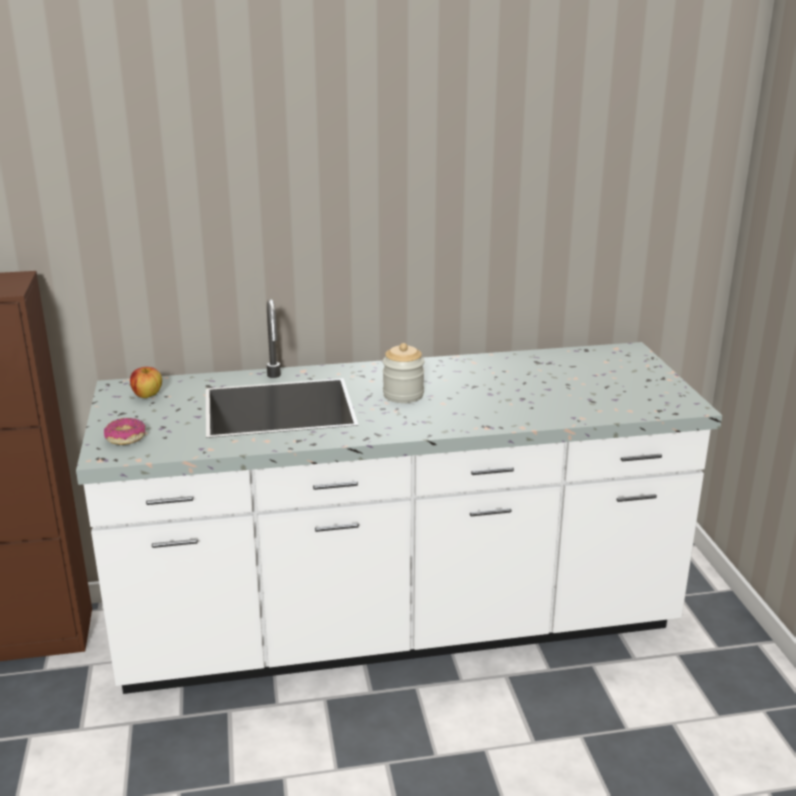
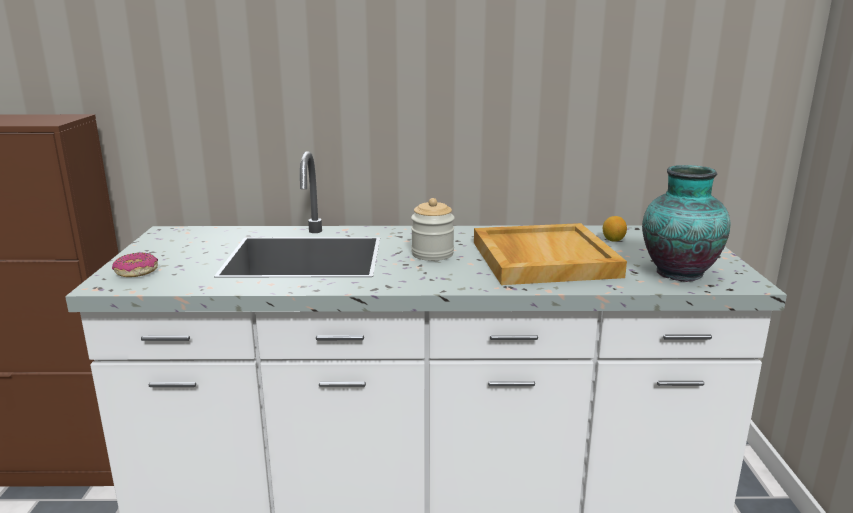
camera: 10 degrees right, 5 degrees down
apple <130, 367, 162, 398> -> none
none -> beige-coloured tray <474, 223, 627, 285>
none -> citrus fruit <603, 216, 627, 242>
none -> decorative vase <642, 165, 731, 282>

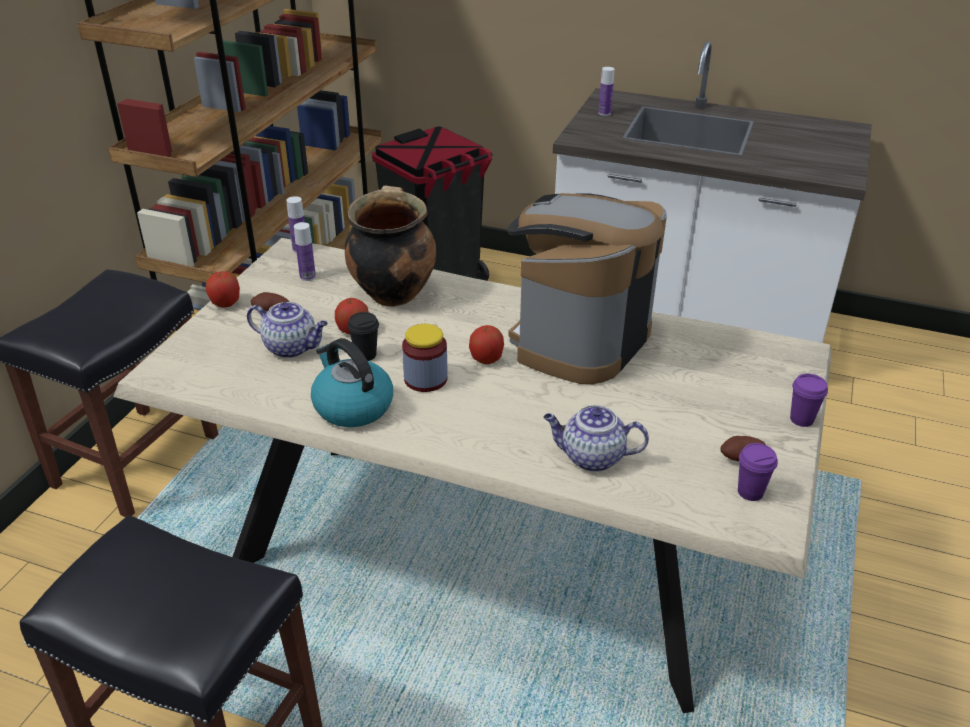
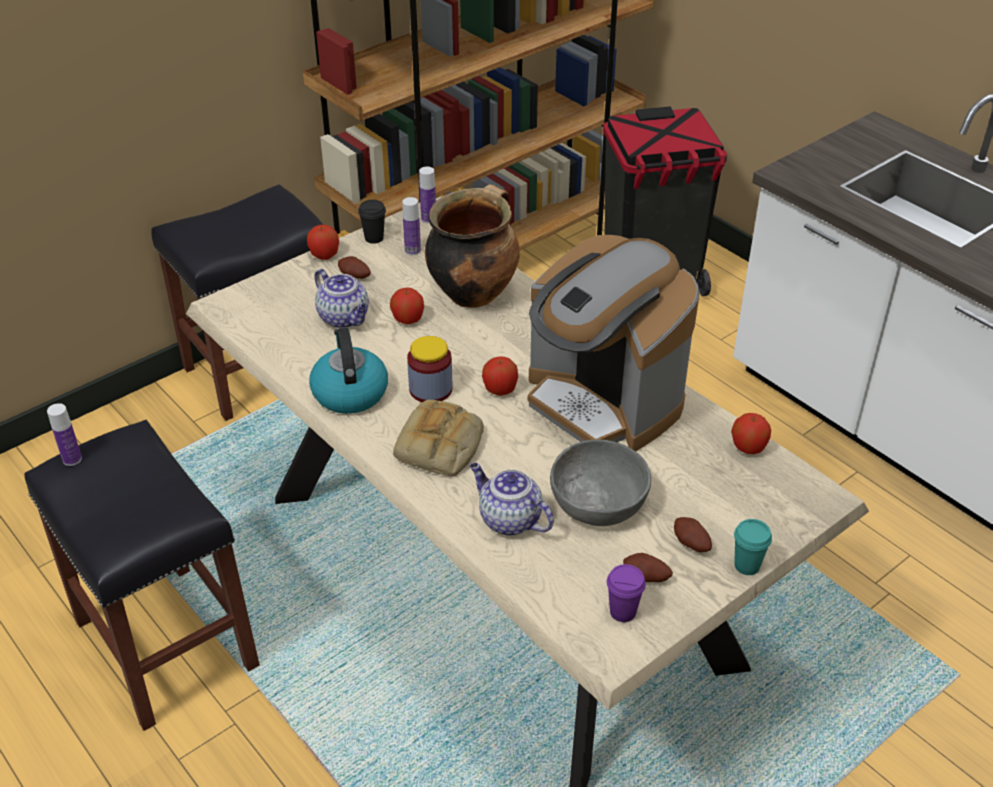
camera: 30 degrees right, 5 degrees up
blackish drinking cup <348, 312, 379, 361> -> blackish drinking cup <358, 200, 386, 244>, move
coffee maker <507, 193, 667, 384> -> coffee maker <528, 235, 700, 451>, 105 degrees counterclockwise
bottle <598, 67, 614, 116> -> bottle <47, 403, 82, 466>, move
purplish drinking cup <790, 374, 828, 427> -> blue-green drinking cup <734, 519, 772, 575>
none -> bread <393, 400, 484, 476>
none -> greyish deep dish <550, 439, 651, 526>
none -> potato <674, 517, 712, 552>
none -> apple <731, 413, 771, 454>

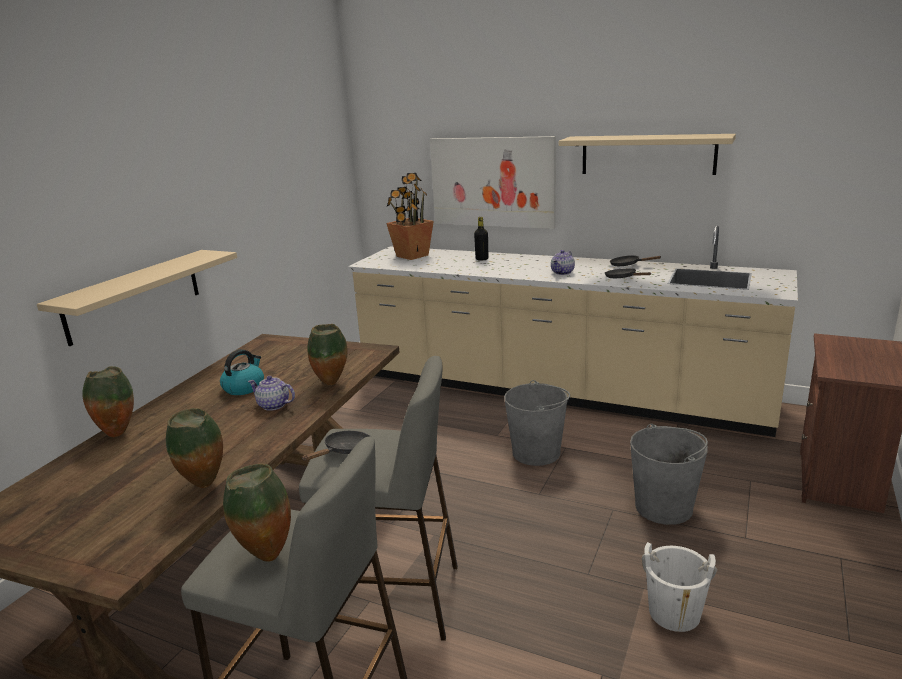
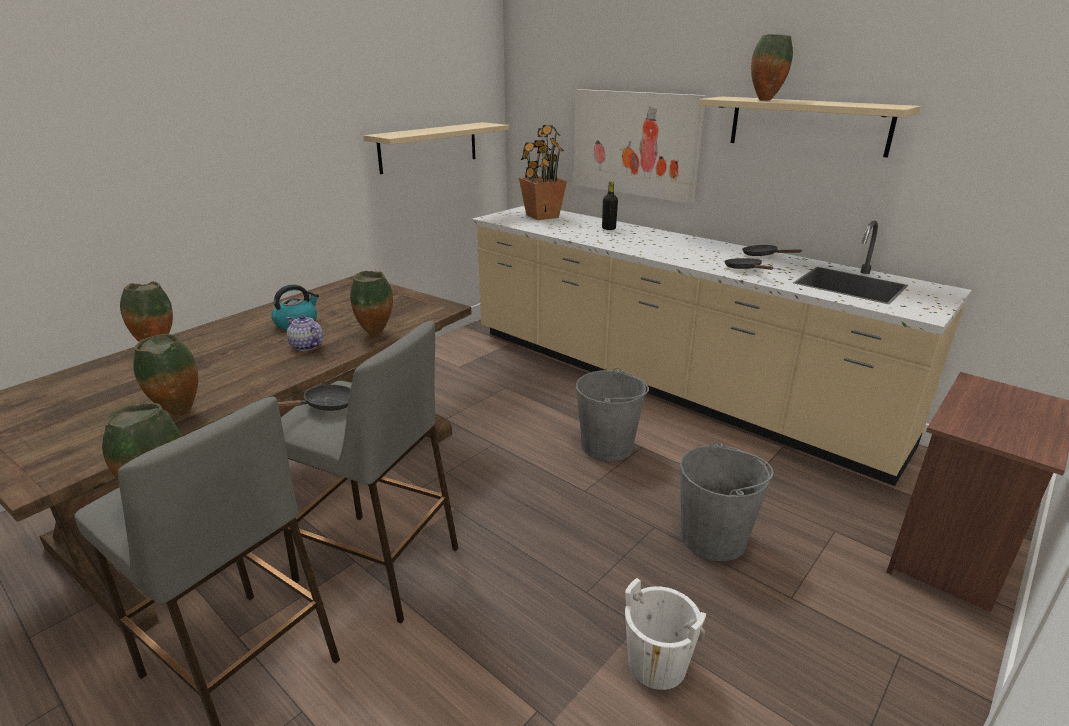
camera: 15 degrees right, 5 degrees up
beige-coloured bracket shelf <37, 250, 237, 346> -> beige-coloured bracket shelf <363, 122, 509, 174>, move
tea pot <551, 250, 575, 275> -> none
none -> decorative vase <751, 34, 793, 101>

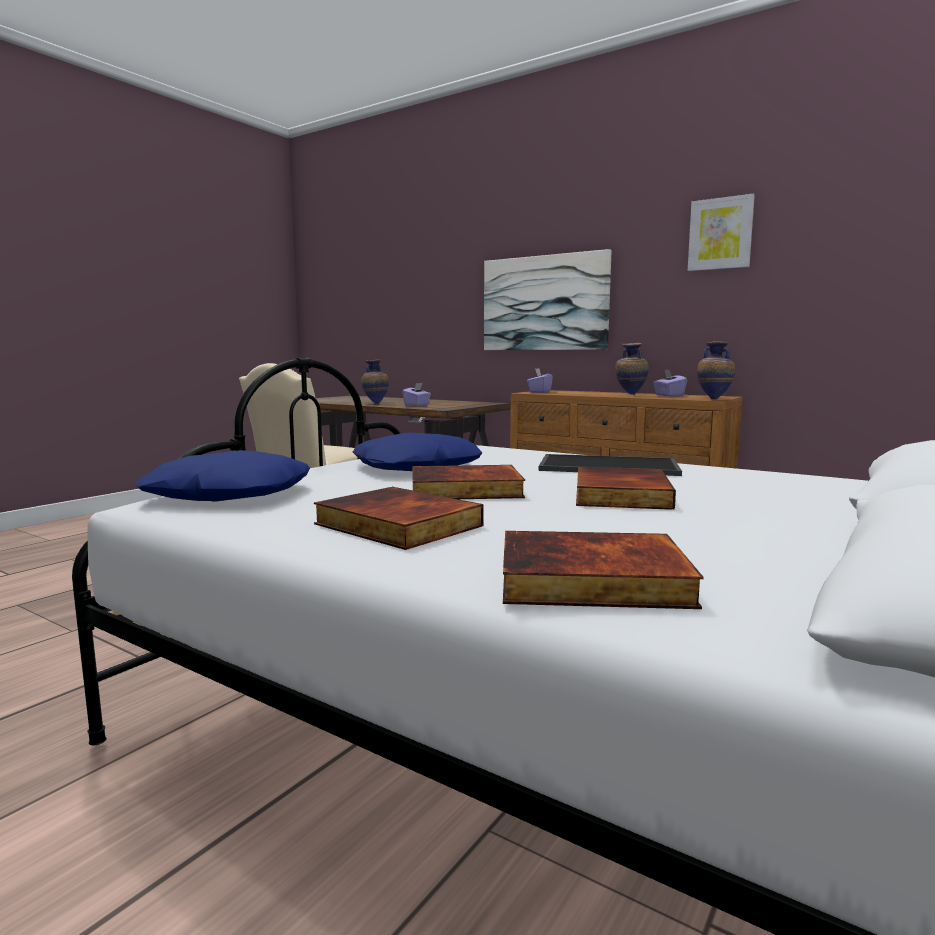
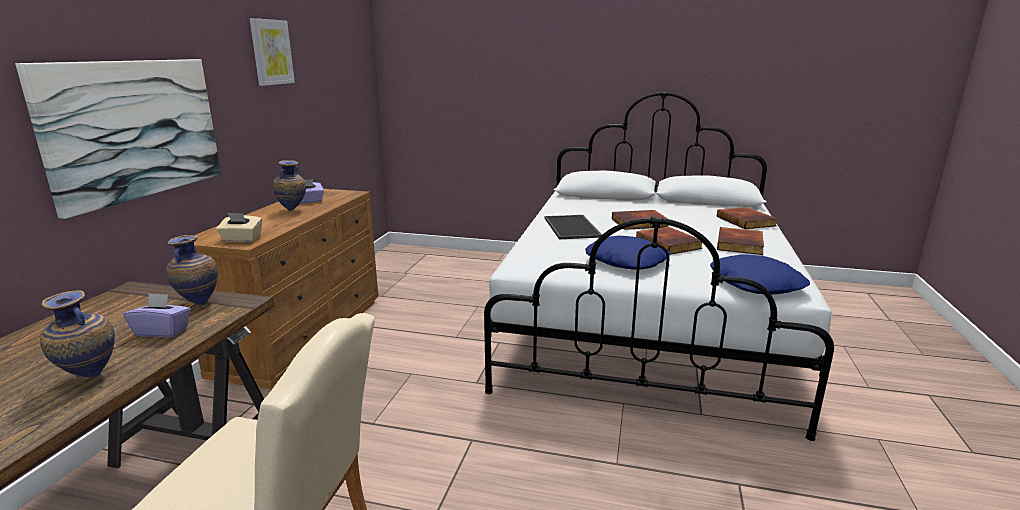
camera: 110 degrees left, 10 degrees up
purplish tissue holder <527, 368, 553, 393> -> beige-coloured tissue holder <216, 213, 262, 242>
decorative vase <697, 341, 735, 399> -> decorative vase <166, 235, 218, 306>, move

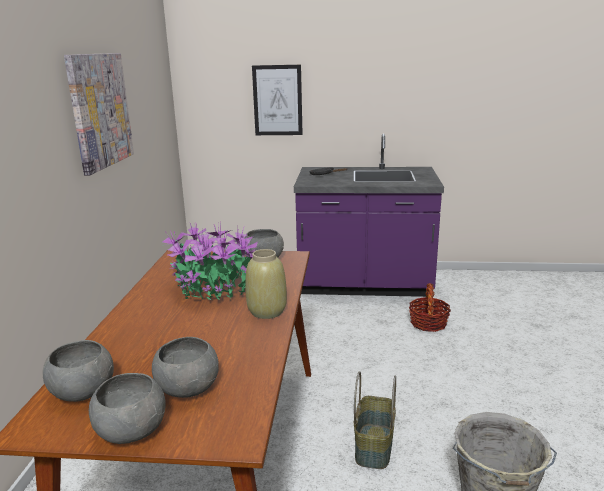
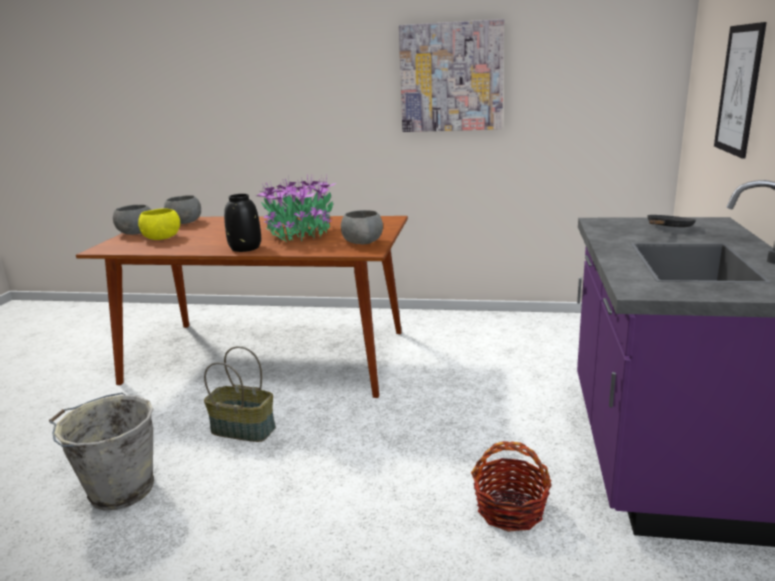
camera: 95 degrees right, 0 degrees up
greyish deep dish <152, 337, 219, 398> -> yellowish deep dish <138, 208, 180, 240>
beige-coloured decorative vase <245, 249, 287, 319> -> blackish decorative vase <224, 194, 261, 252>

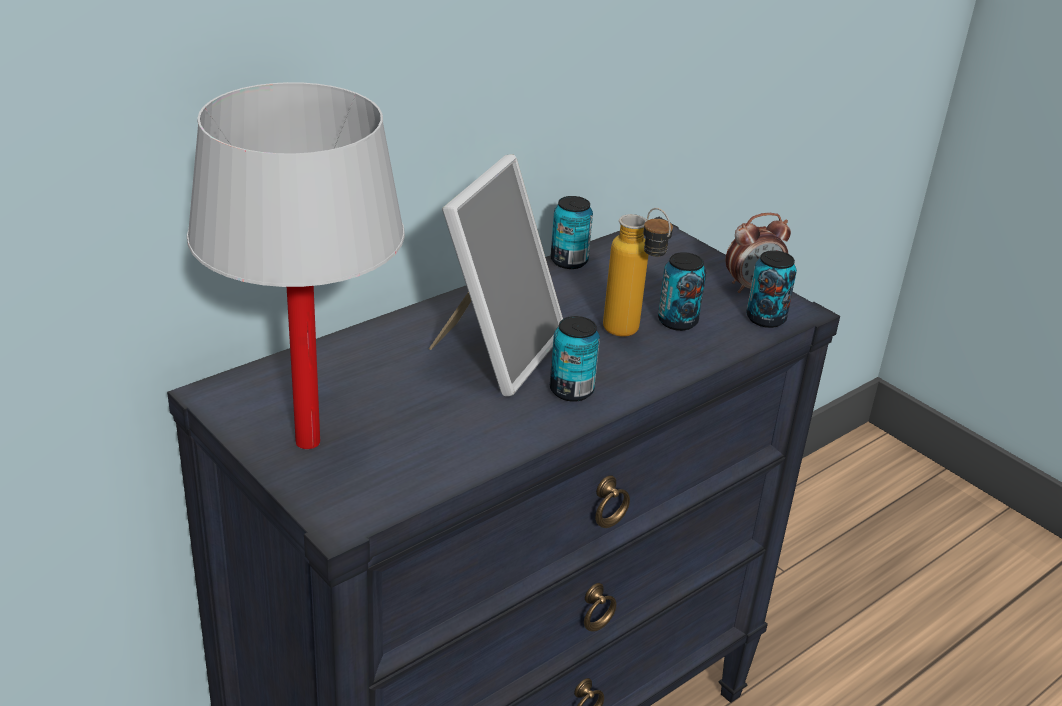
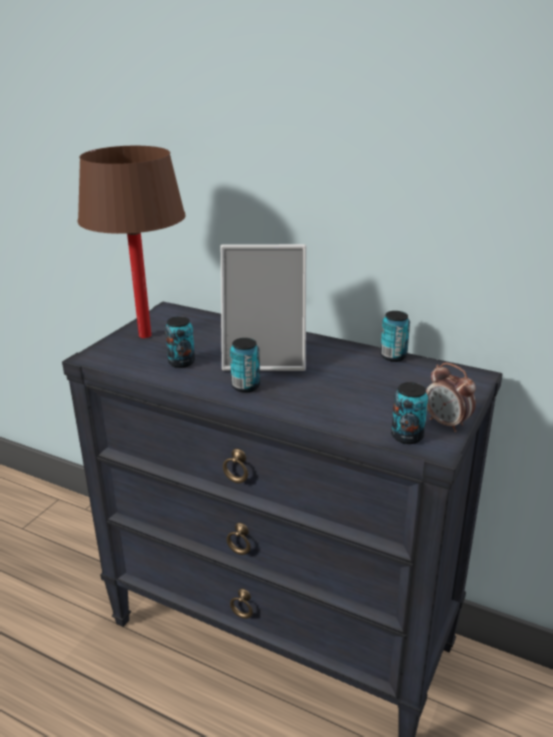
camera: 70 degrees right, 5 degrees down
white table lamp <187, 82, 405, 449> -> brown table lamp <77, 146, 186, 338>
bottle <603, 208, 673, 337> -> none
sealed can <658, 252, 706, 331> -> sealed can <165, 316, 195, 368>, move

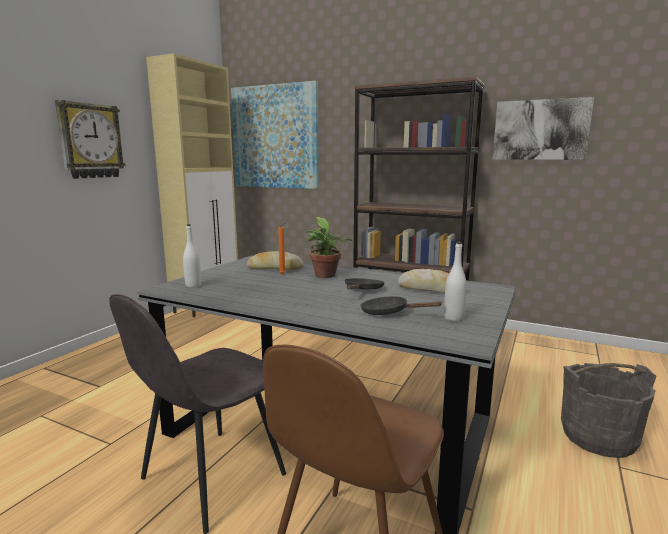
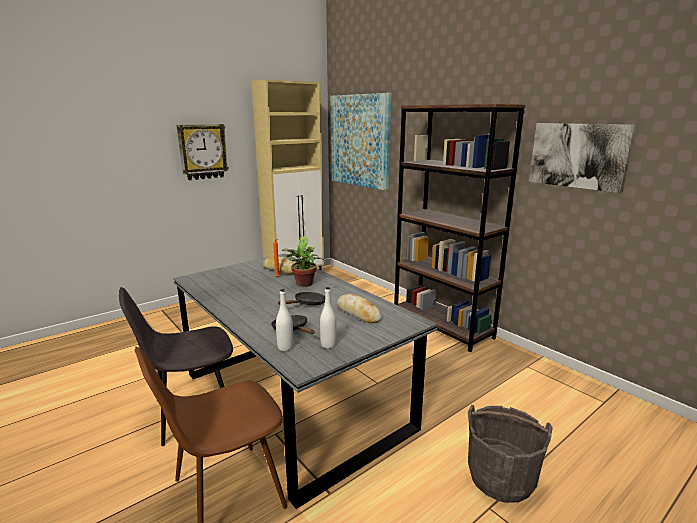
camera: 25 degrees right, 5 degrees up
white bottle <183, 224, 201, 288> -> white bottle <276, 289, 293, 351>, move

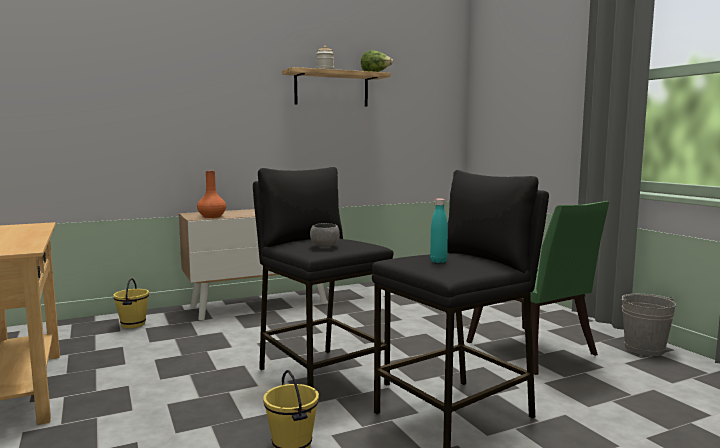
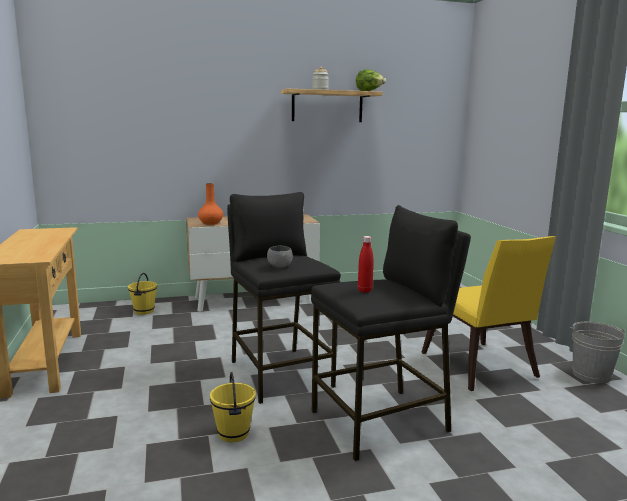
camera: 10 degrees right, 5 degrees up
blue-green bottle <430, 198, 448, 263> -> reddish bottle <358, 236, 374, 293>
green-coloured upright chair <466, 201, 609, 375> -> yellowish upright chair <421, 236, 556, 391>

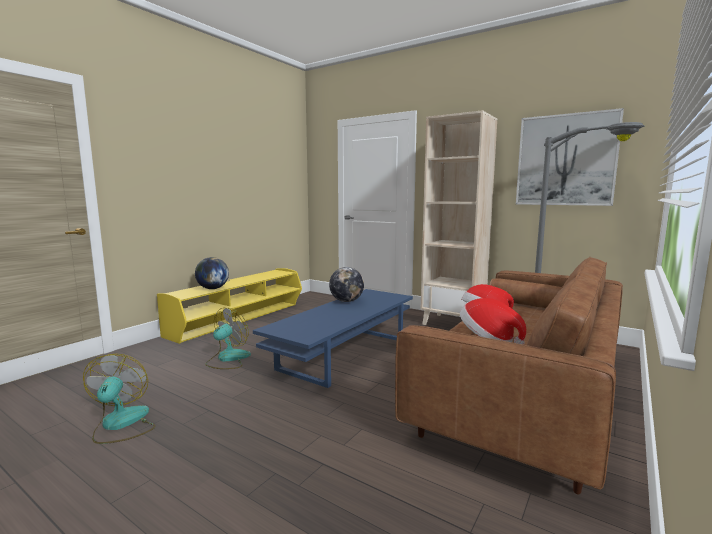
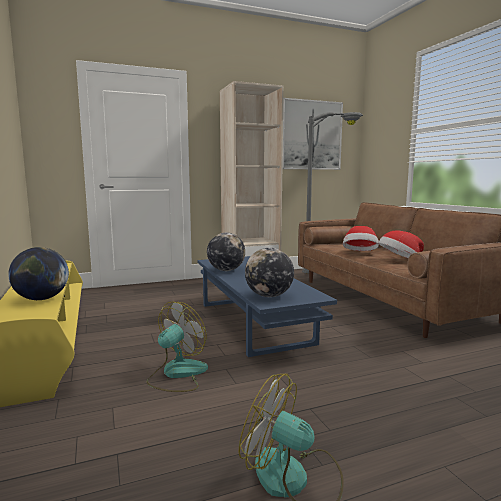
camera: 55 degrees left, 0 degrees up
cooling fan <205, 308, 251, 369> -> cooling fan <147, 302, 208, 392>, 60 degrees clockwise
none -> desk globe <245, 248, 294, 297>

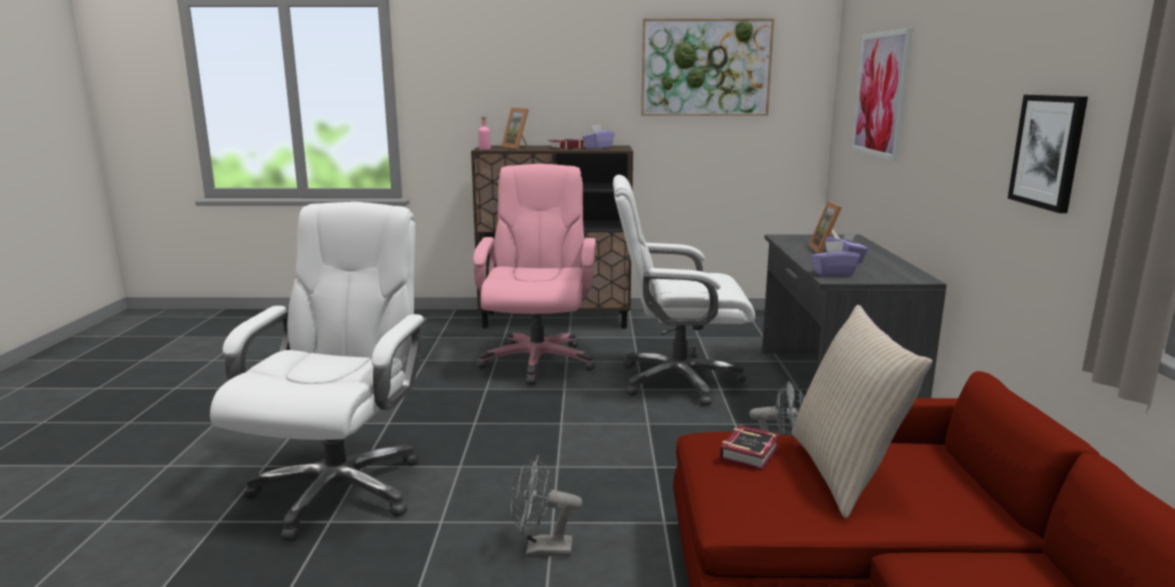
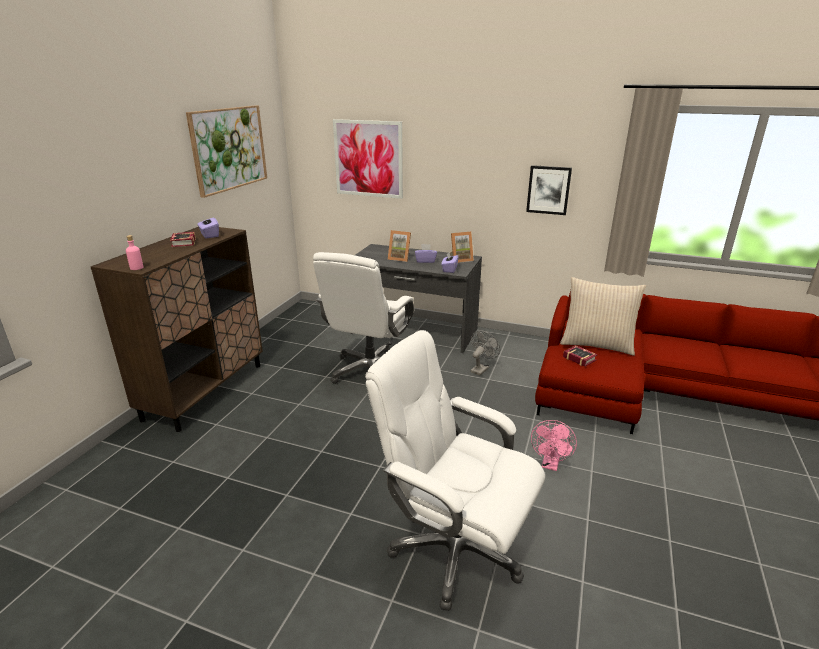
camera: 70 degrees left, 10 degrees up
pinkish computer chair <473, 164, 596, 385> -> none
picture frame <501, 108, 529, 149> -> picture frame <450, 232, 474, 263>, move
greyish cooling fan <510, 455, 582, 556> -> pinkish cooling fan <531, 420, 577, 471>

